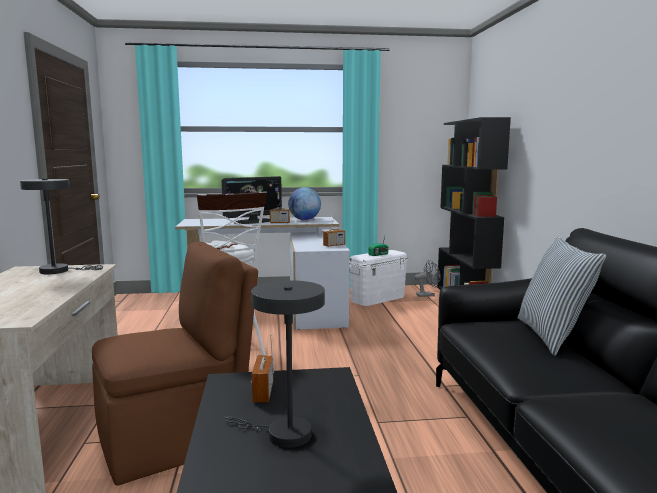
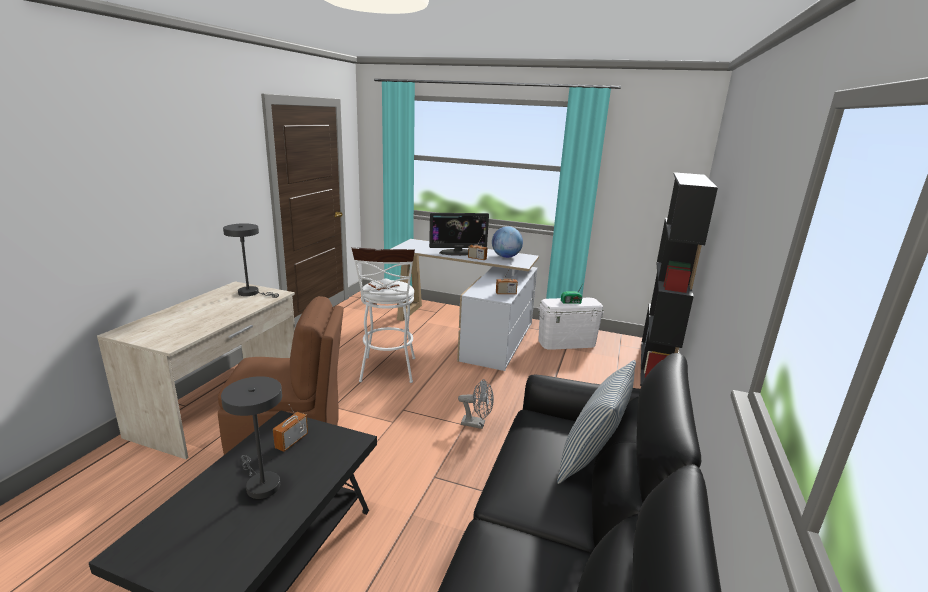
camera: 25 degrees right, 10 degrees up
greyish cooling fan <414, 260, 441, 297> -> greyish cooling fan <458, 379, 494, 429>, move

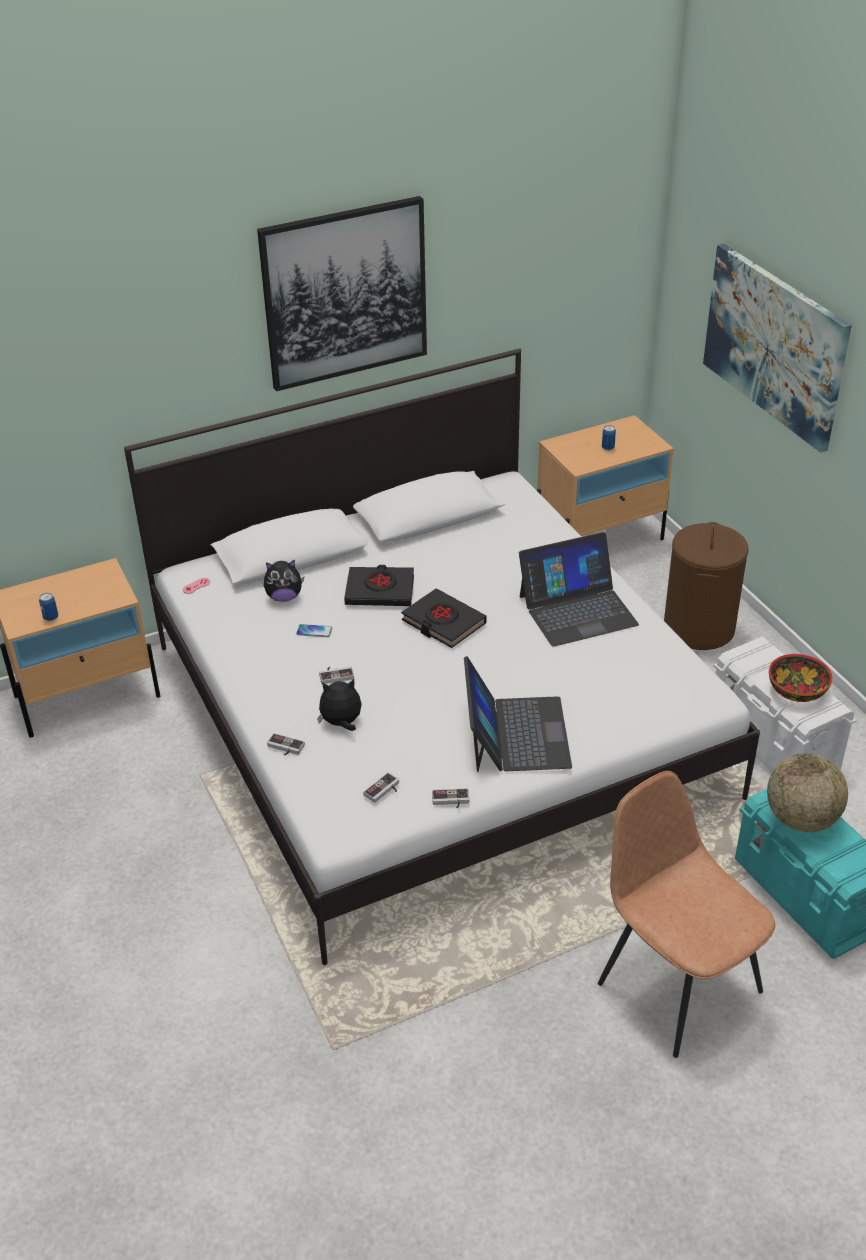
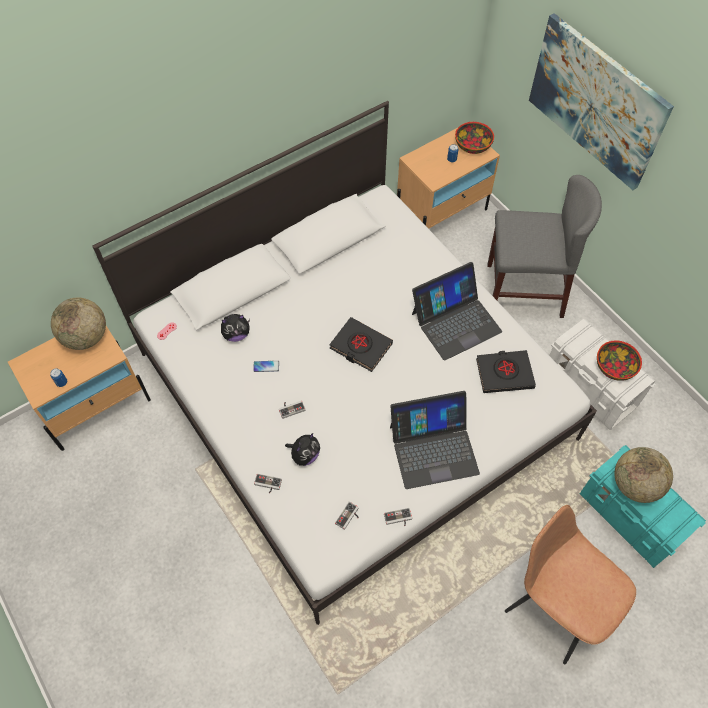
camera: 10 degrees left, 20 degrees up
wall art <257, 196, 427, 391> -> none
soft toy <317, 679, 362, 731> -> soft toy <285, 433, 320, 466>, 150 degrees clockwise
blackish volume <344, 565, 414, 606> -> blackish volume <476, 350, 536, 393>, move
notebook computer <464, 656, 572, 772> -> notebook computer <390, 391, 480, 489>, 90 degrees clockwise
brown washing basket <664, 522, 749, 650> -> greyish upright chair <487, 175, 602, 318>
none -> desk globe <51, 298, 106, 350>
none -> deep dish <455, 122, 494, 154>

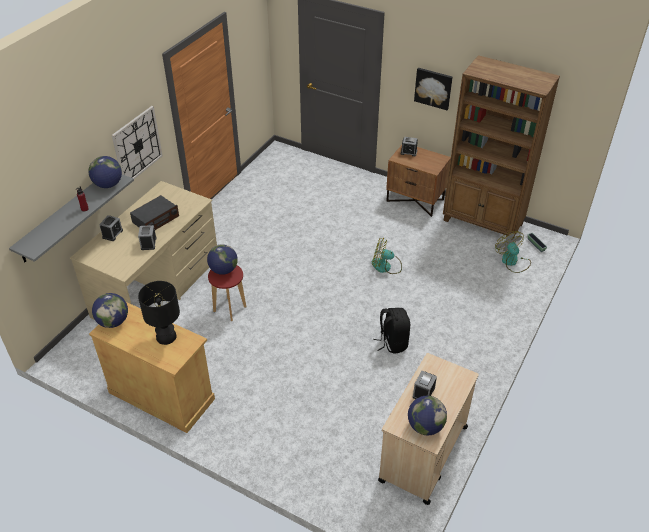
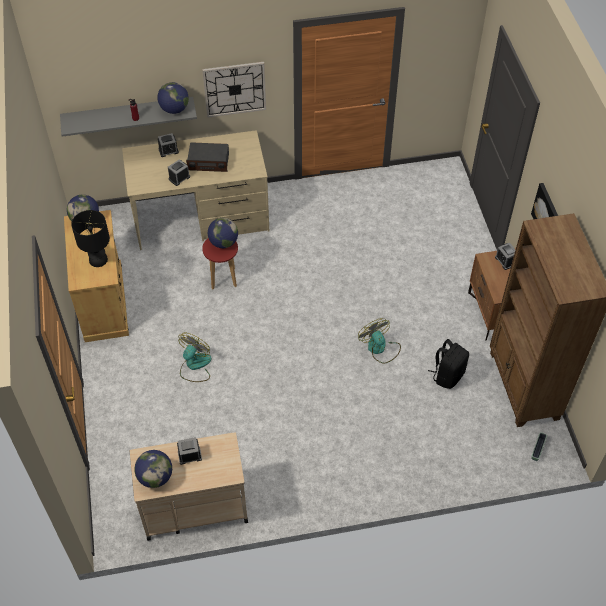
camera: 50 degrees right, 10 degrees up
blackish knapsack <374, 308, 410, 354> -> blackish knapsack <428, 339, 469, 389>, move
cooling fan <495, 231, 531, 273> -> cooling fan <178, 333, 212, 382>, move

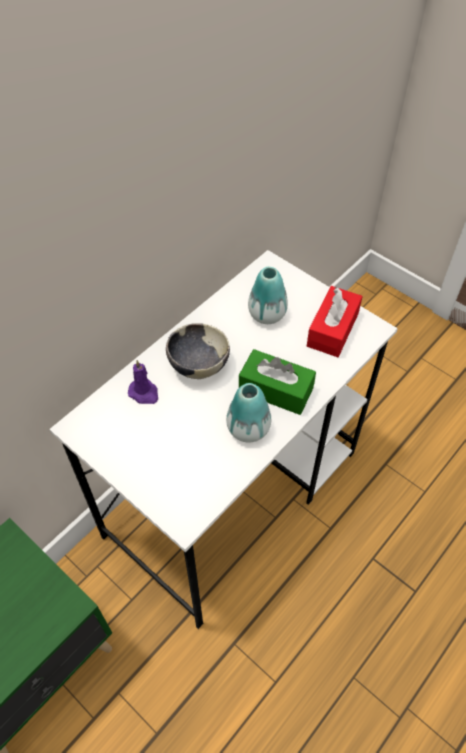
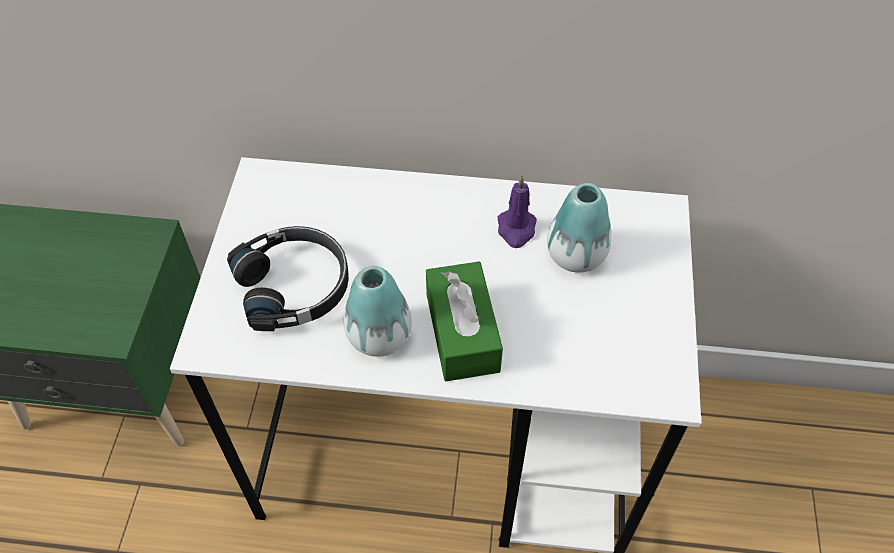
camera: 55 degrees right, 0 degrees up
purplish wax light <128, 360, 158, 404> -> purplish wax light <498, 176, 537, 248>, move
deep dish <166, 323, 230, 379> -> none
reddish tissue holder <307, 286, 363, 357> -> none
none -> blackish headset <227, 226, 349, 331>

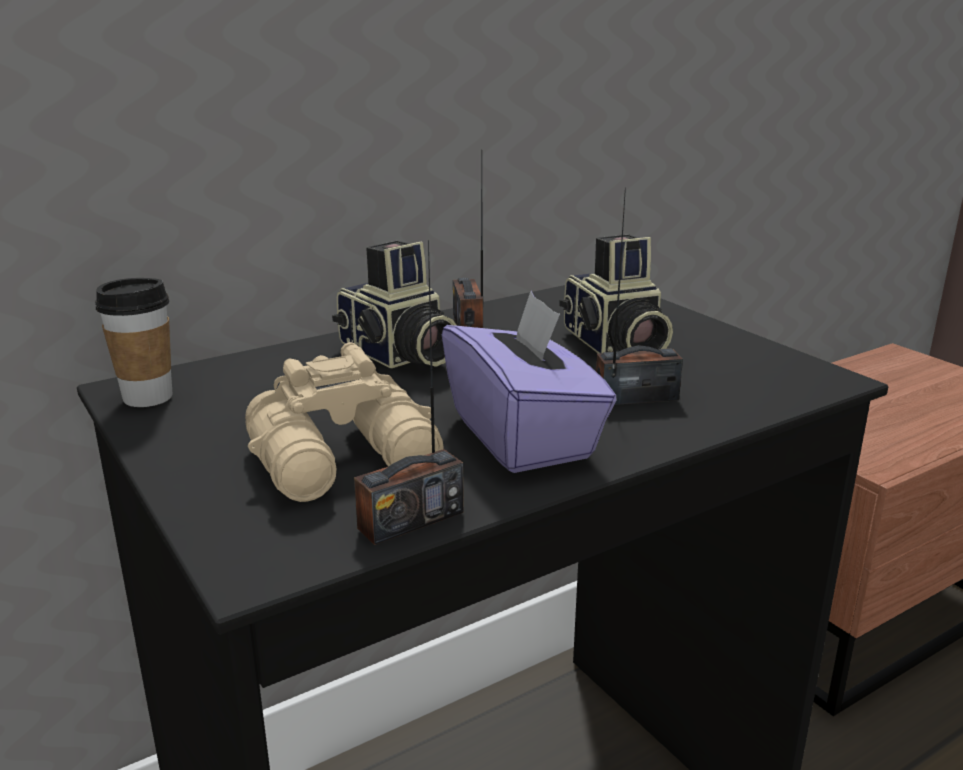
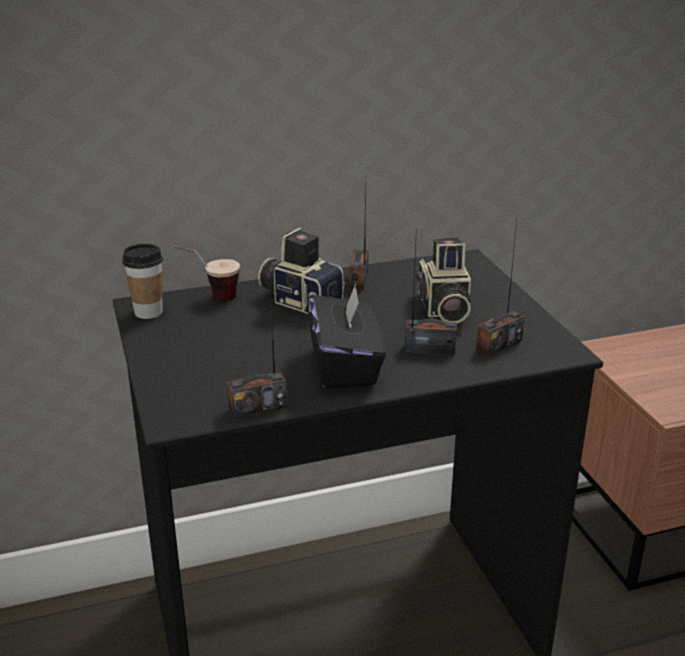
camera: 15 degrees right, 5 degrees up
beige-coloured field glasses <245, 342, 444, 502> -> none
photo camera <332, 241, 457, 368> -> photo camera <258, 228, 347, 314>, 150 degrees clockwise
purplish tissue holder <442, 291, 617, 473> -> blackish tissue holder <308, 284, 386, 389>
none -> drinking cup <174, 246, 240, 301>
none -> radio set <476, 221, 524, 356>

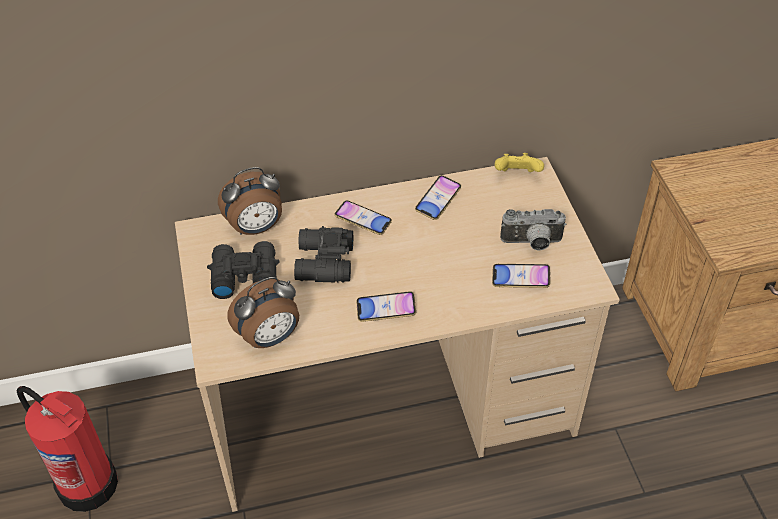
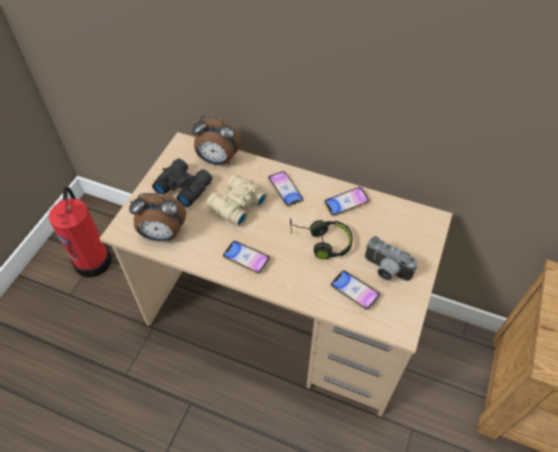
camera: 35 degrees right, 5 degrees up
blackish field glasses <294, 226, 353, 283> -> beige-coloured field glasses <206, 175, 267, 226>
yellowish gamepad <495, 153, 544, 172> -> none
none -> blackish headset <290, 218, 353, 259>

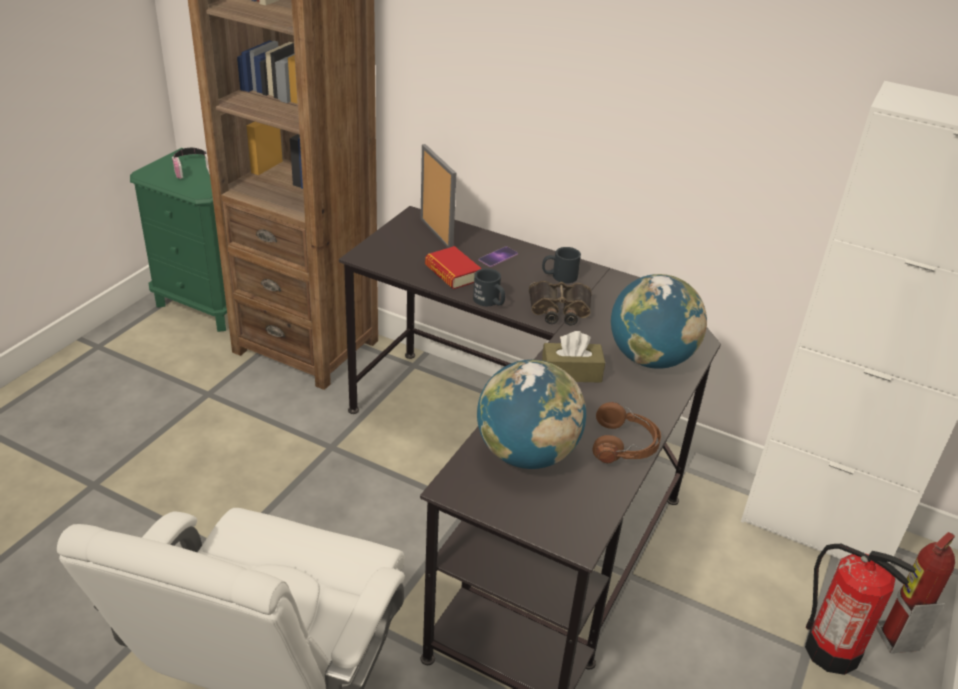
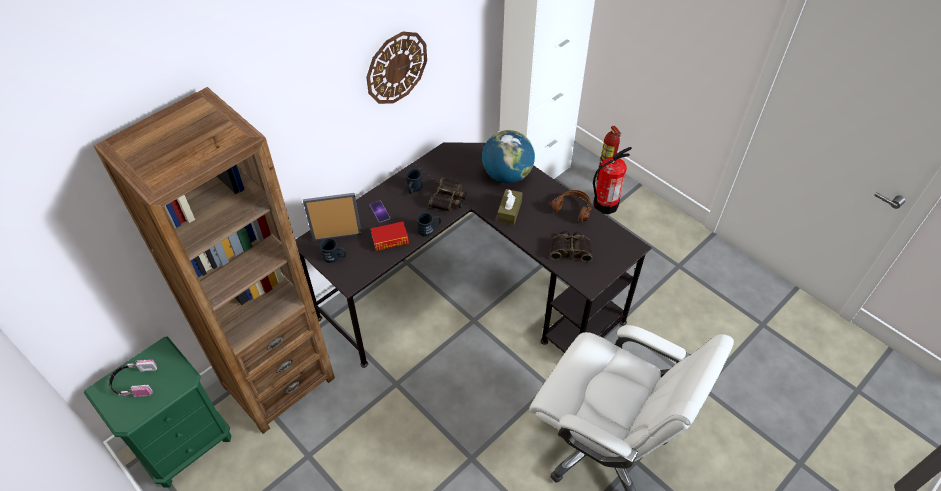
camera: 70 degrees left, 15 degrees up
desk globe <477, 360, 586, 469> -> field glasses <550, 231, 592, 262>
none -> blackish coffee mug <320, 238, 347, 263>
none -> hanging clock <366, 31, 427, 104>

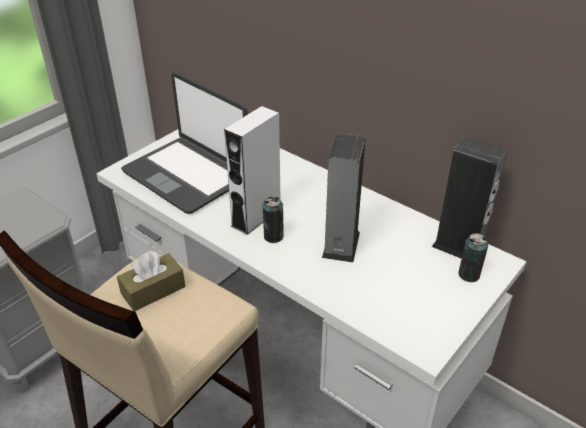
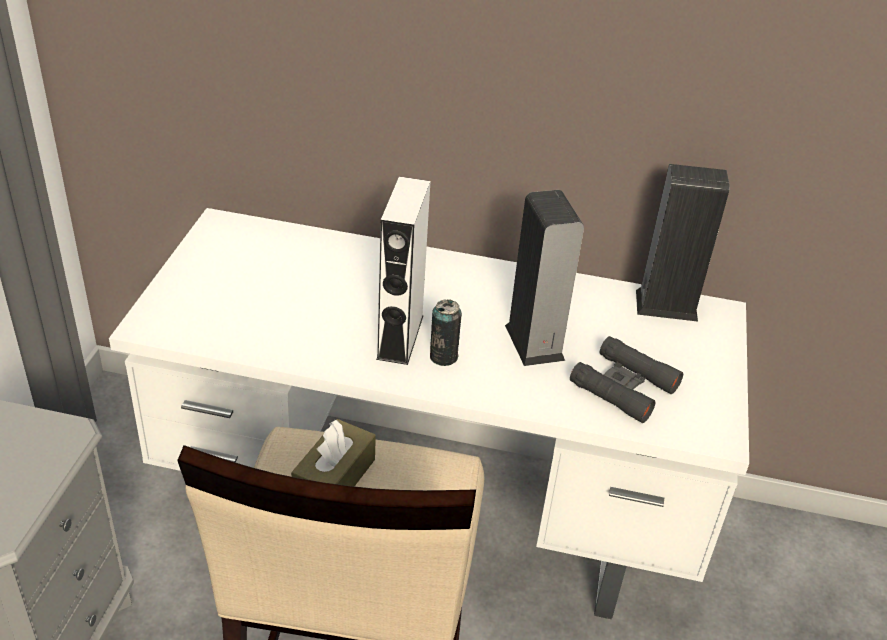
camera: 30 degrees left, 0 degrees up
notebook computer <121, 73, 248, 214> -> none
sealed can <458, 233, 488, 282> -> none
none -> blackish field glasses <570, 336, 683, 423>

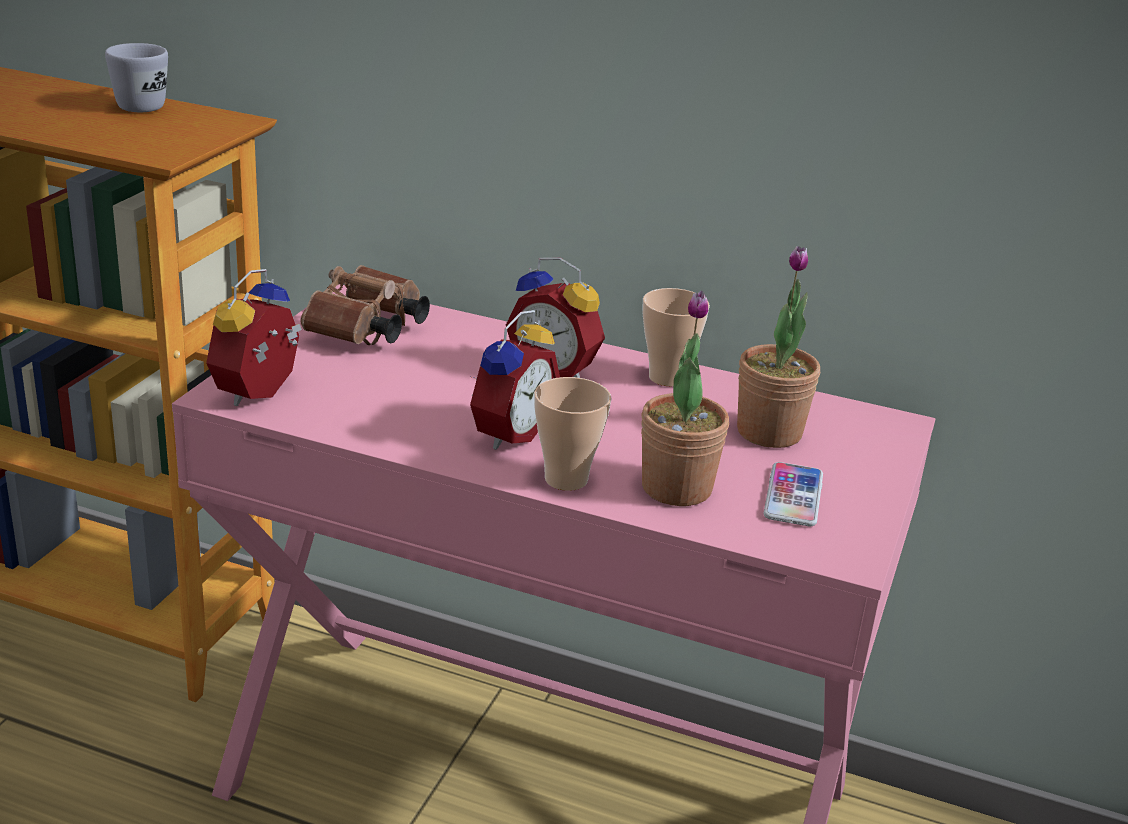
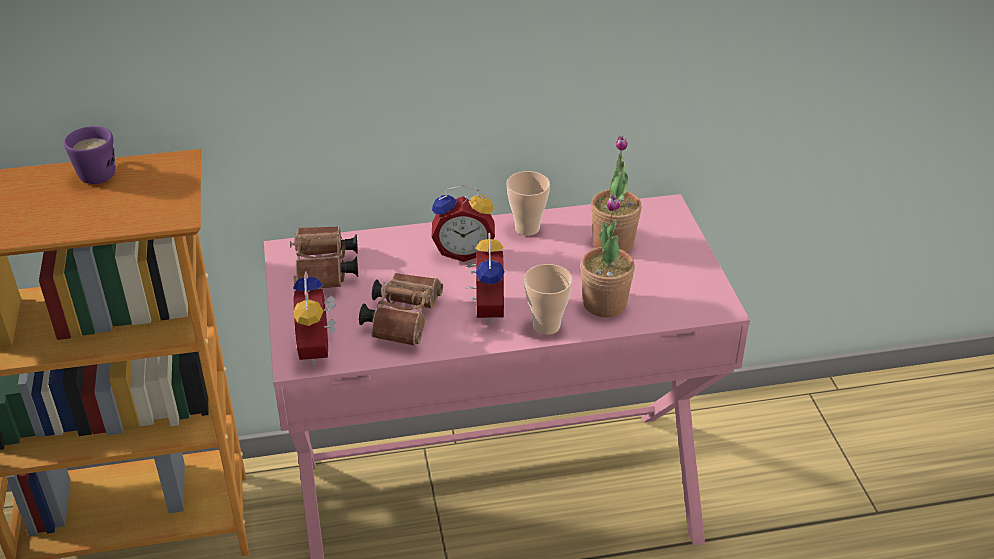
camera: 30 degrees left, 10 degrees up
white coffee mug <105, 43, 168, 112> -> purplish coffee mug <64, 126, 115, 184>
telephone <763, 462, 823, 526> -> none
none -> brown field glasses <359, 273, 443, 346>

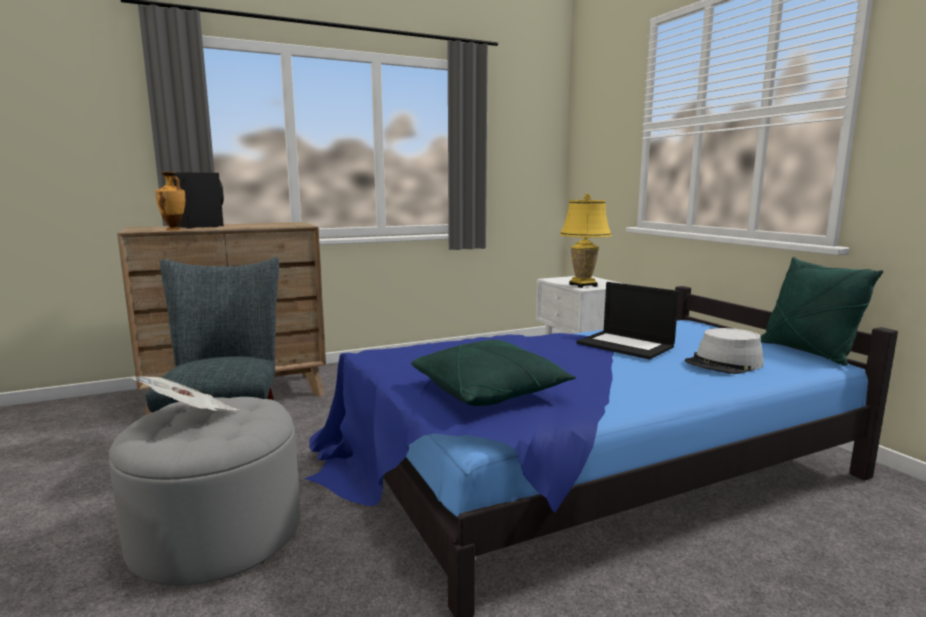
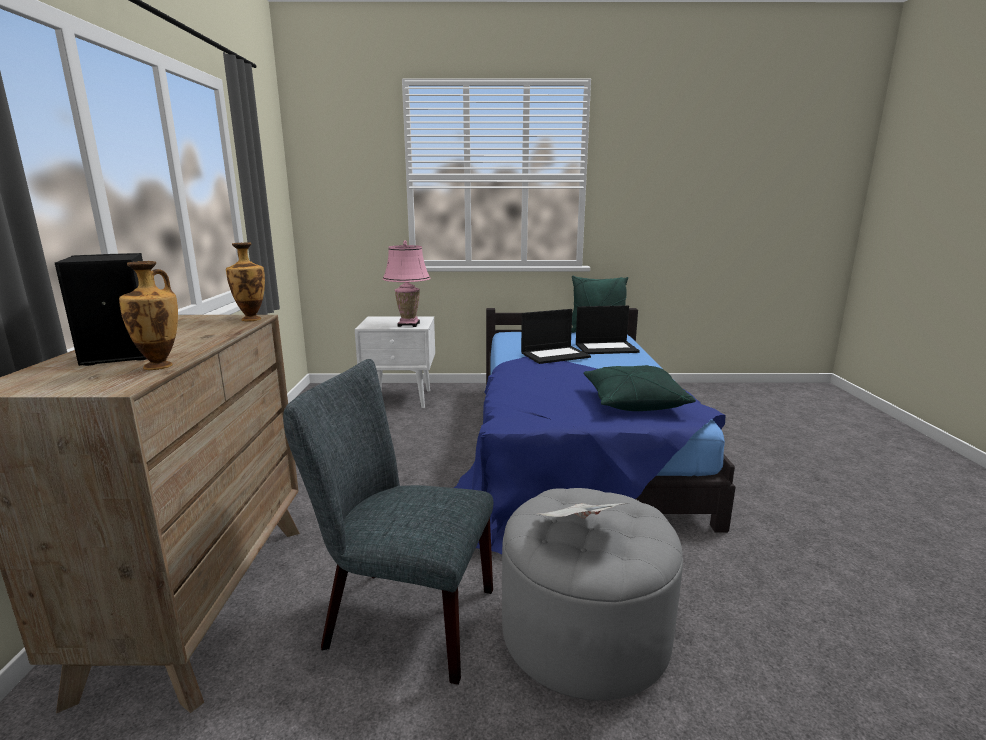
camera: 65 degrees left, 5 degrees up
yellowish table lamp <560, 194, 612, 288> -> pinkish table lamp <383, 240, 430, 327>
greyish clothing hat <685, 328, 764, 374> -> notebook computer <576, 305, 640, 354>
none -> decorative vase <226, 243, 265, 321>

